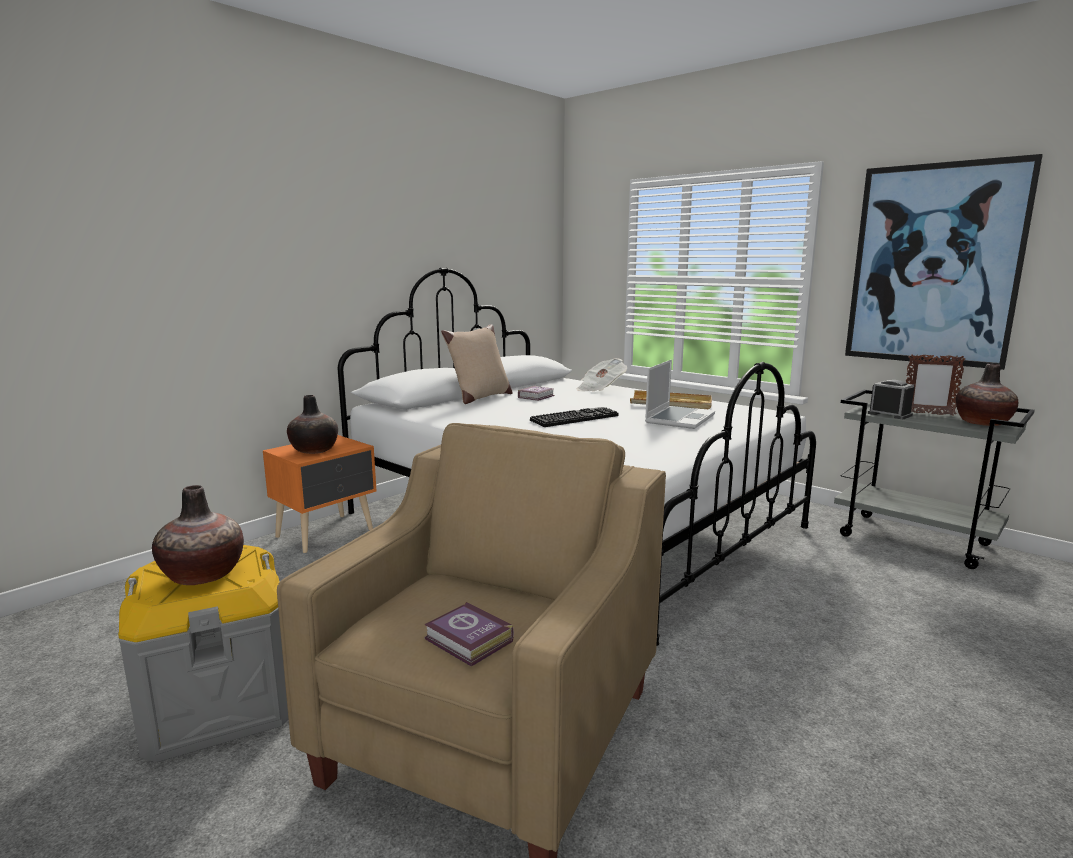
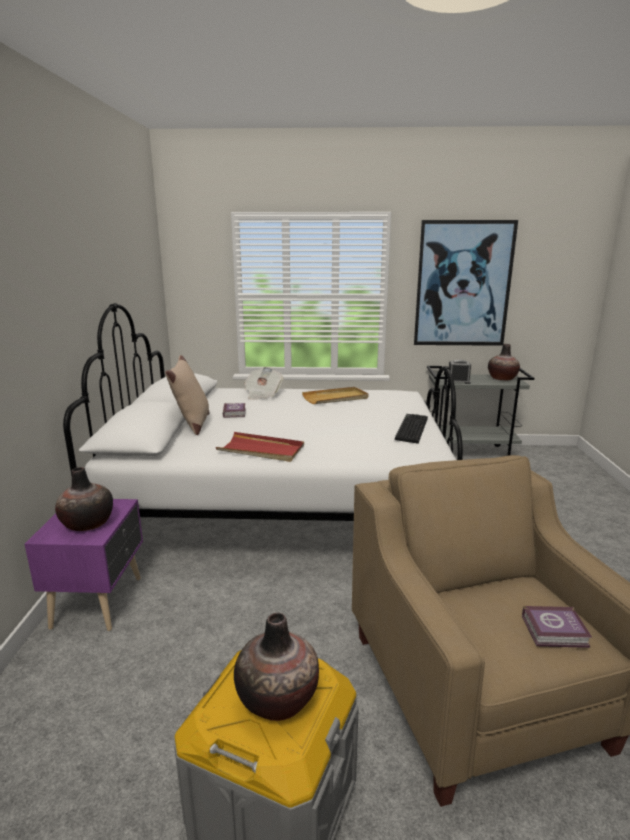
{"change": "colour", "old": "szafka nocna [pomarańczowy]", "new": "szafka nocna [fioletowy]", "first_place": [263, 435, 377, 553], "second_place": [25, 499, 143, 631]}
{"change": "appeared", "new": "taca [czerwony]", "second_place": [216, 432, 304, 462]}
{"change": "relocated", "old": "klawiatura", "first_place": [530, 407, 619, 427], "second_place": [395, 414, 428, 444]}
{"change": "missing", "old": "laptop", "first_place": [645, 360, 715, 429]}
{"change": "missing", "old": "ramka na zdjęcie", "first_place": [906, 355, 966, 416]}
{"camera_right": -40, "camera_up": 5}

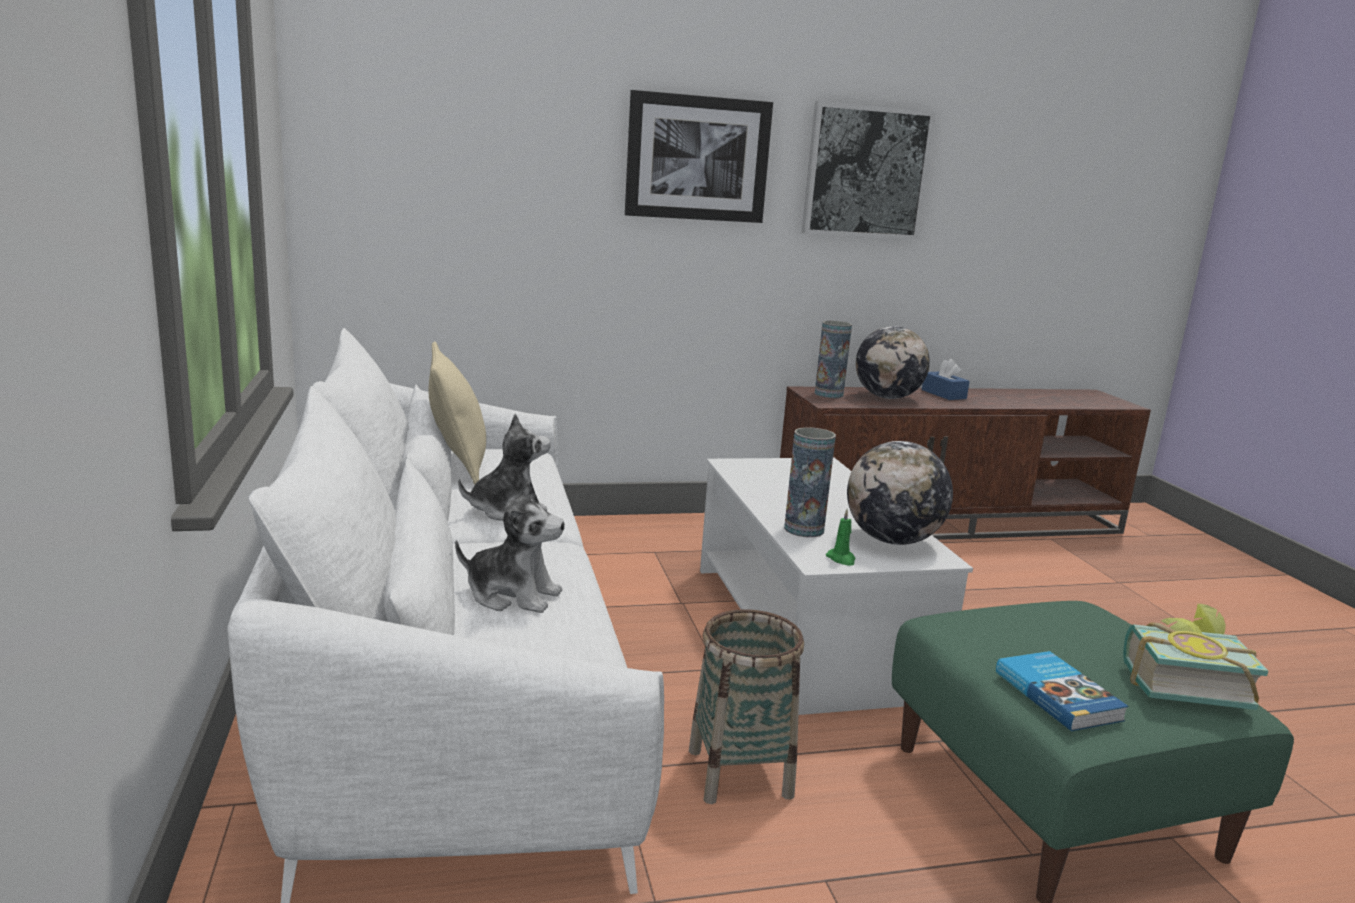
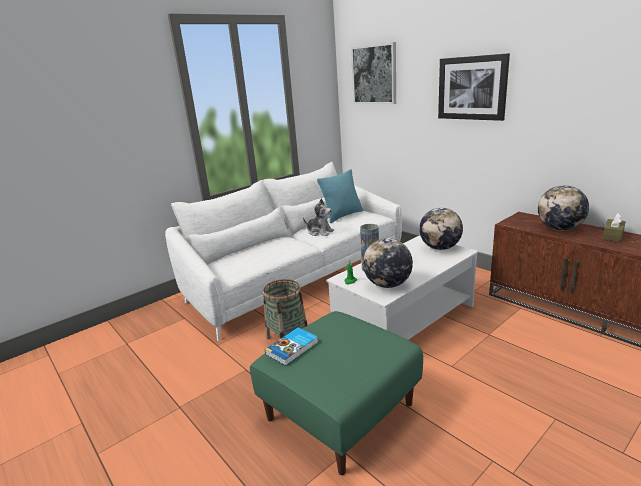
{"change": "colour", "old": "poduszka [beżowy]", "new": "poduszka [turkusowy]", "first_place": [429, 342, 486, 485], "second_place": [317, 169, 364, 223]}
{"change": "relocated", "old": "obraz", "first_place": [802, 101, 936, 240], "second_place": [351, 42, 396, 104]}
{"change": "appeared", "new": "globus", "second_place": [419, 208, 463, 250]}
{"change": "colour", "old": "pudełko chusteczek [niebieski]", "new": "pudełko chusteczek [brązowy]", "first_place": [922, 359, 970, 400], "second_place": [603, 213, 626, 242]}
{"change": "missing", "old": "pluszak", "first_place": [455, 481, 565, 613]}
{"change": "missing", "old": "wazon", "first_place": [815, 321, 852, 398]}
{"change": "missing", "old": "książka", "first_place": [1123, 604, 1268, 710]}
{"camera_right": 65, "camera_up": 5}

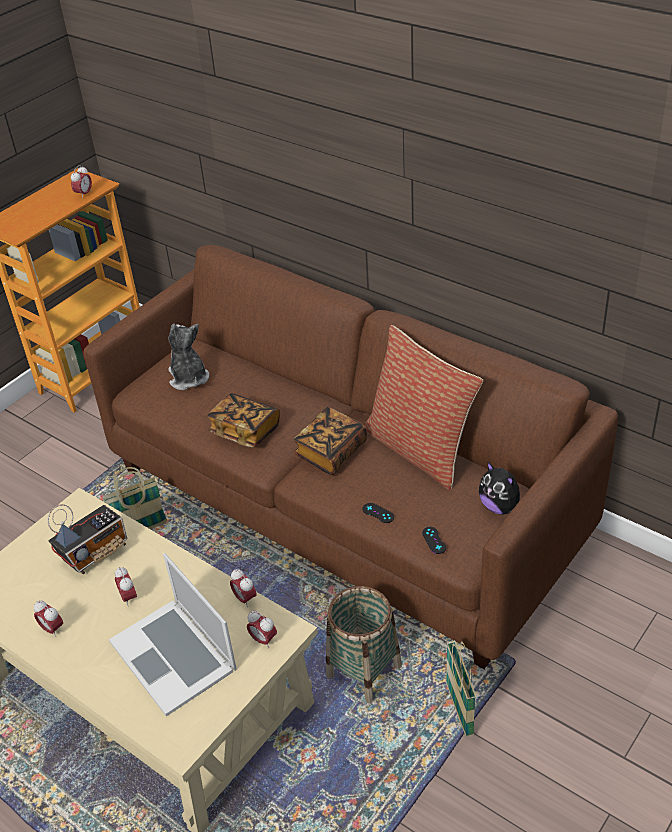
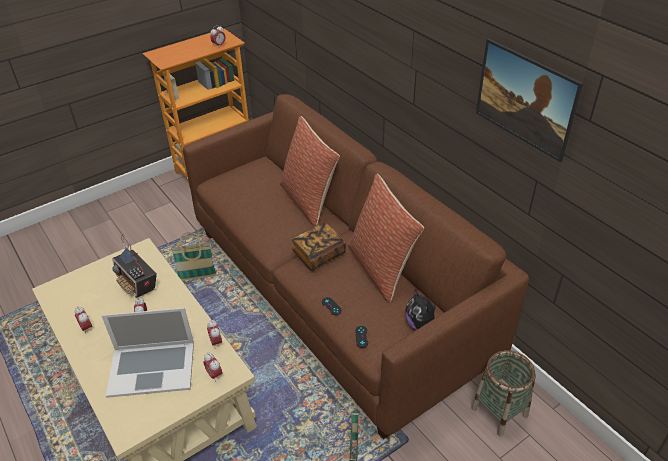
{"change": "spun", "old": "laptop", "first_place": [109, 553, 237, 717], "second_place": [102, 308, 194, 398], "degrees": -75}
{"change": "spun", "old": "radio", "first_place": [48, 504, 127, 574], "second_place": [112, 234, 157, 298], "degrees": 75}
{"change": "appeared", "new": "poduszka", "second_place": [280, 116, 340, 227]}
{"change": "relocated", "old": "koszyk", "first_place": [326, 586, 402, 703], "second_place": [471, 350, 536, 437]}
{"change": "appeared", "new": "obraz", "second_place": [476, 39, 583, 162]}
{"change": "missing", "old": "pluszak", "first_place": [168, 324, 209, 390]}
{"change": "missing", "old": "książka", "first_place": [207, 393, 280, 448]}
{"camera_right": 15, "camera_up": 0}

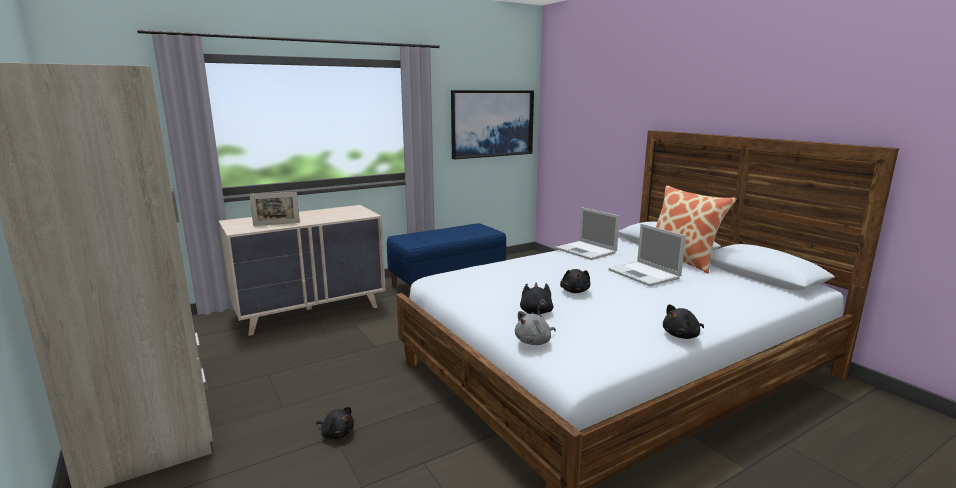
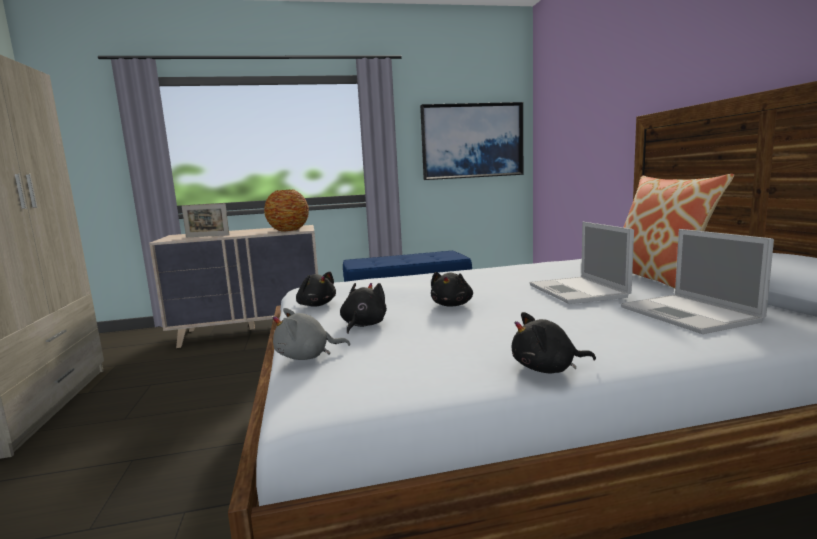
{"change": "appeared", "new": "wazon", "second_place": [264, 189, 309, 232]}
{"change": "relocated", "old": "pluszak [czarny]", "first_place": [316, 407, 354, 439], "second_place": [296, 272, 336, 307]}
{"change": "relocated", "old": "laptop", "first_place": [555, 207, 620, 260], "second_place": [621, 229, 774, 334]}
{"camera_right": 20, "camera_up": -5}

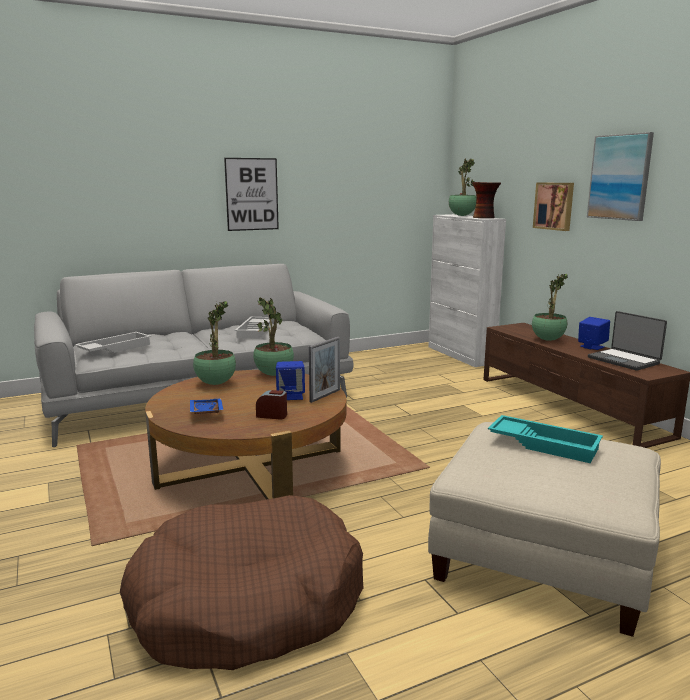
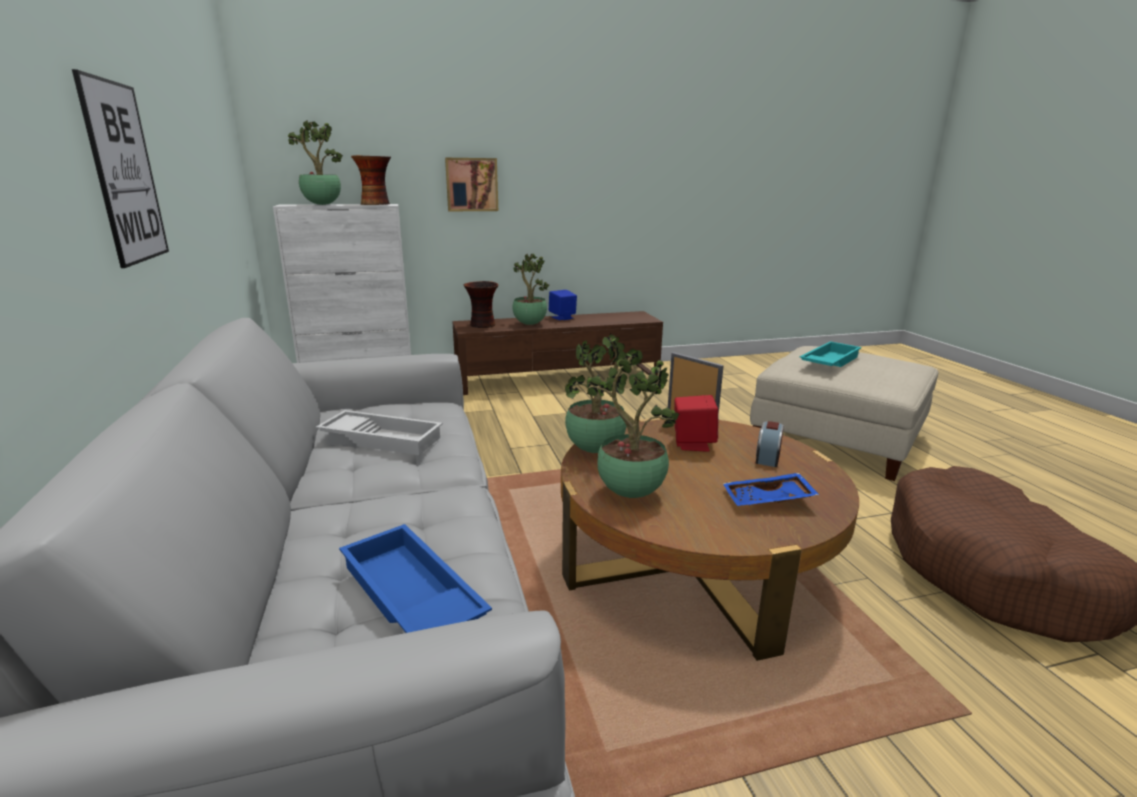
{"change": "colour", "old": "taca [biały]", "new": "taca [niebieski]", "first_place": [75, 332, 151, 353], "second_place": [339, 524, 492, 633]}
{"change": "appeared", "new": "wazon", "second_place": [464, 281, 498, 328]}
{"change": "colour", "old": "głośnik [niebieski]", "new": "głośnik [czerwony]", "first_place": [276, 361, 305, 400], "second_place": [674, 395, 719, 452]}
{"change": "missing", "old": "obraz", "first_place": [587, 132, 654, 221]}
{"change": "missing", "old": "laptop", "first_place": [588, 311, 667, 371]}
{"camera_right": -80, "camera_up": 5}

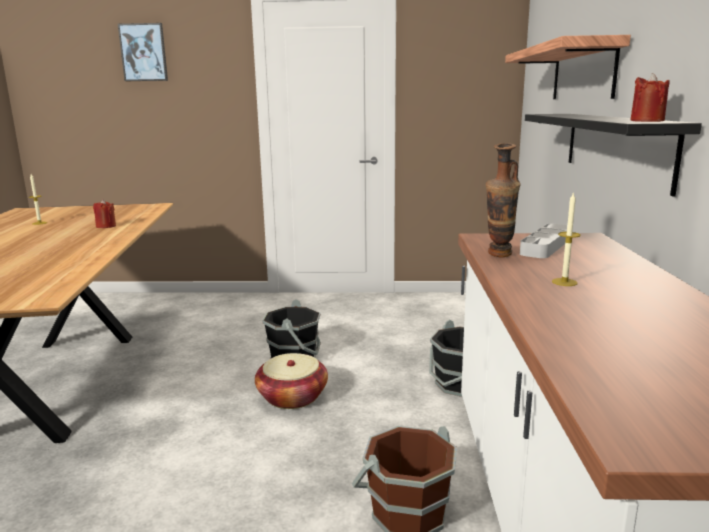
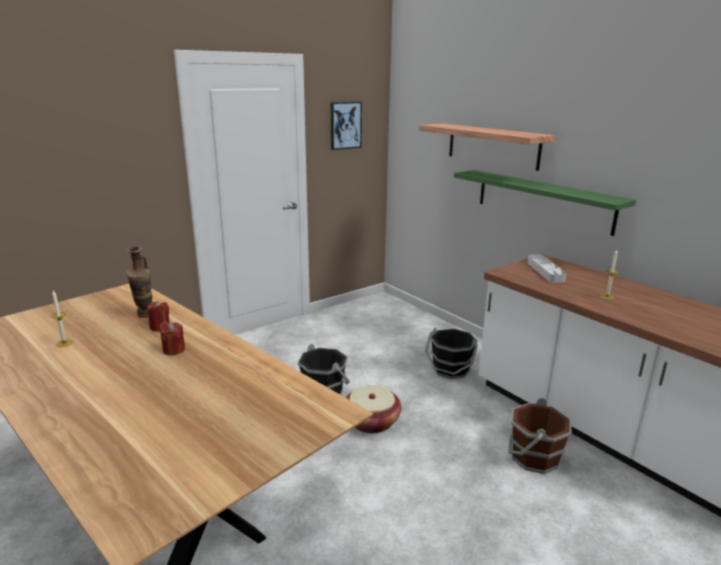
{"change": "relocated", "old": "wazon", "first_place": [486, 143, 521, 257], "second_place": [126, 246, 152, 318]}
{"change": "relocated", "old": "świeca [czerwony]", "first_place": [630, 73, 670, 122], "second_place": [159, 322, 185, 355]}
{"change": "relocated", "old": "obraz", "first_place": [118, 23, 168, 81], "second_place": [331, 102, 362, 150]}
{"change": "colour", "old": "półka [czarny]", "new": "półka [zielony]", "first_place": [525, 114, 702, 196], "second_place": [454, 170, 636, 236]}
{"camera_right": -40, "camera_up": 5}

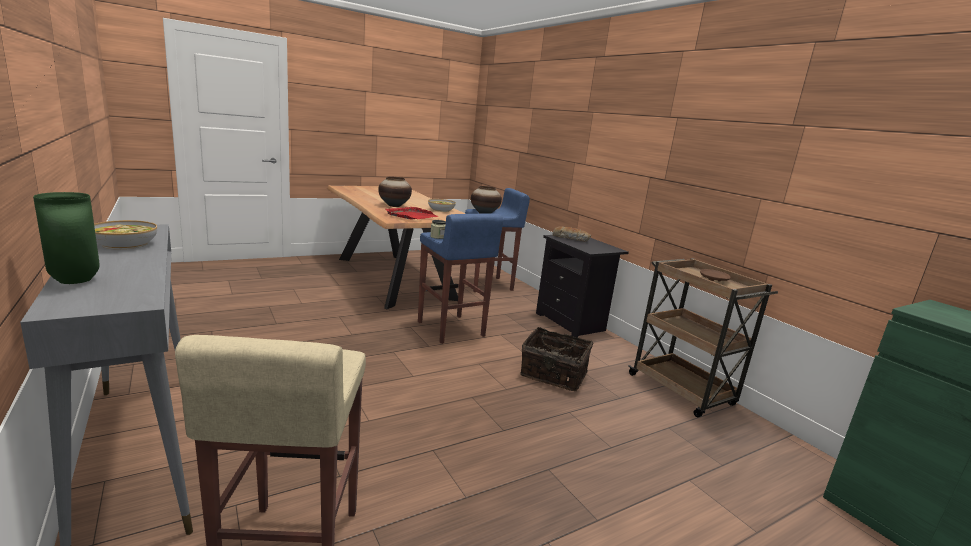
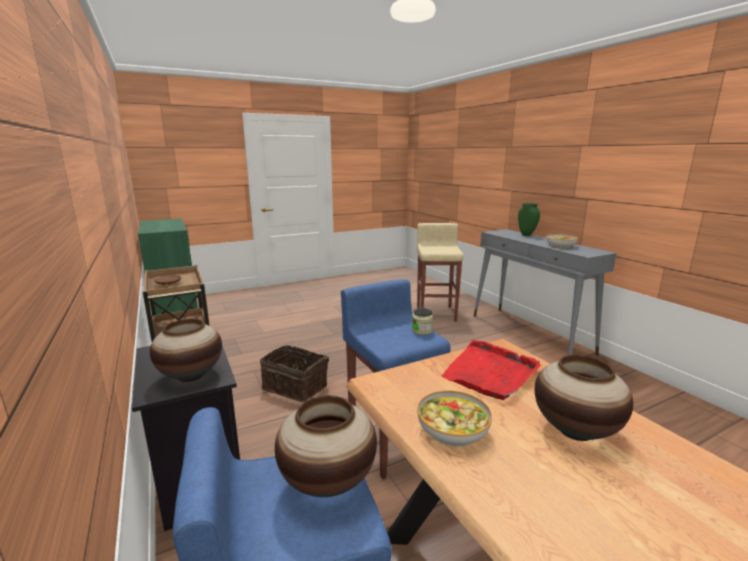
{"change": "exchanged", "old": "chleb", "new": "wazon", "first_place": [553, 226, 591, 241], "second_place": [150, 319, 222, 382]}
{"camera_right": -175, "camera_up": 0}

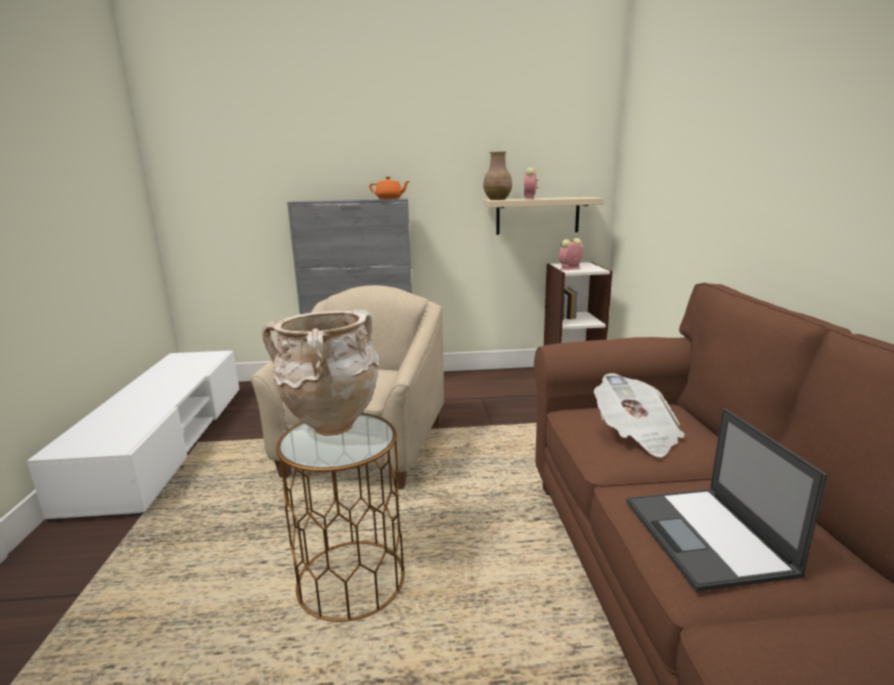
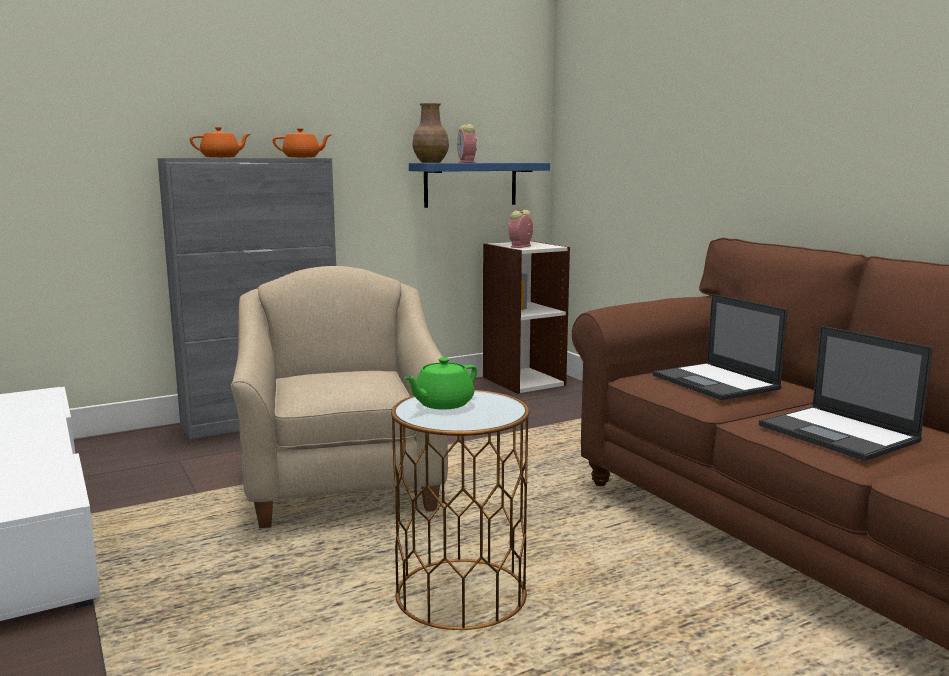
{"change": "appeared", "new": "imbryk [pomarańczowy]", "second_place": [190, 127, 250, 158]}
{"change": "exchanged", "old": "wazon [beżowy]", "new": "imbryk [zielony]", "first_place": [262, 309, 379, 436], "second_place": [404, 357, 477, 410]}
{"change": "colour", "old": "półka [beżowy]", "new": "półka [niebieski]", "first_place": [484, 197, 604, 235], "second_place": [409, 163, 550, 208]}
{"change": "exchanged", "old": "gazeta", "new": "laptop", "first_place": [594, 373, 685, 458], "second_place": [653, 294, 787, 400]}
{"camera_right": -25, "camera_up": -5}

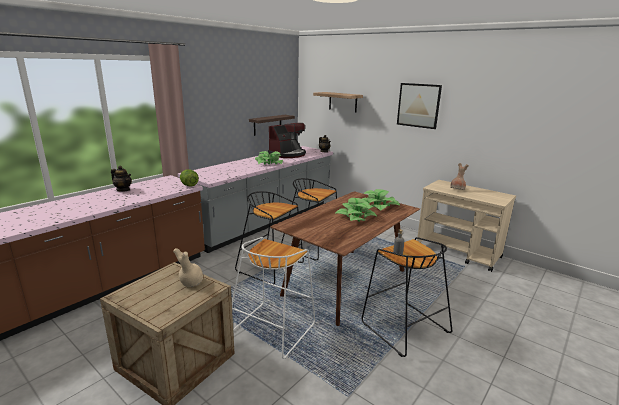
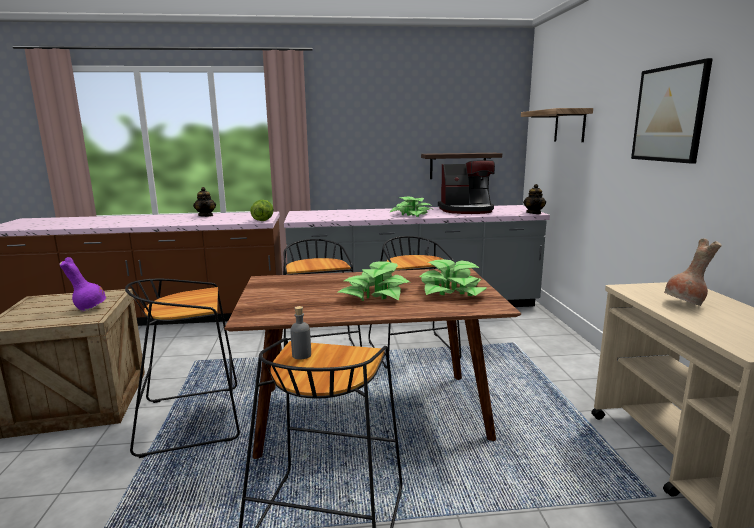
{"change": "colour", "old": "wazon [beżowy]", "new": "wazon [fioletowy]", "first_place": [173, 248, 203, 287], "second_place": [59, 257, 106, 312]}
{"change": "colour", "old": "stołek [biały]", "new": "stołek [czarny]", "first_place": [232, 237, 315, 359], "second_place": [125, 279, 240, 458]}
{"camera_right": 45, "camera_up": -5}

